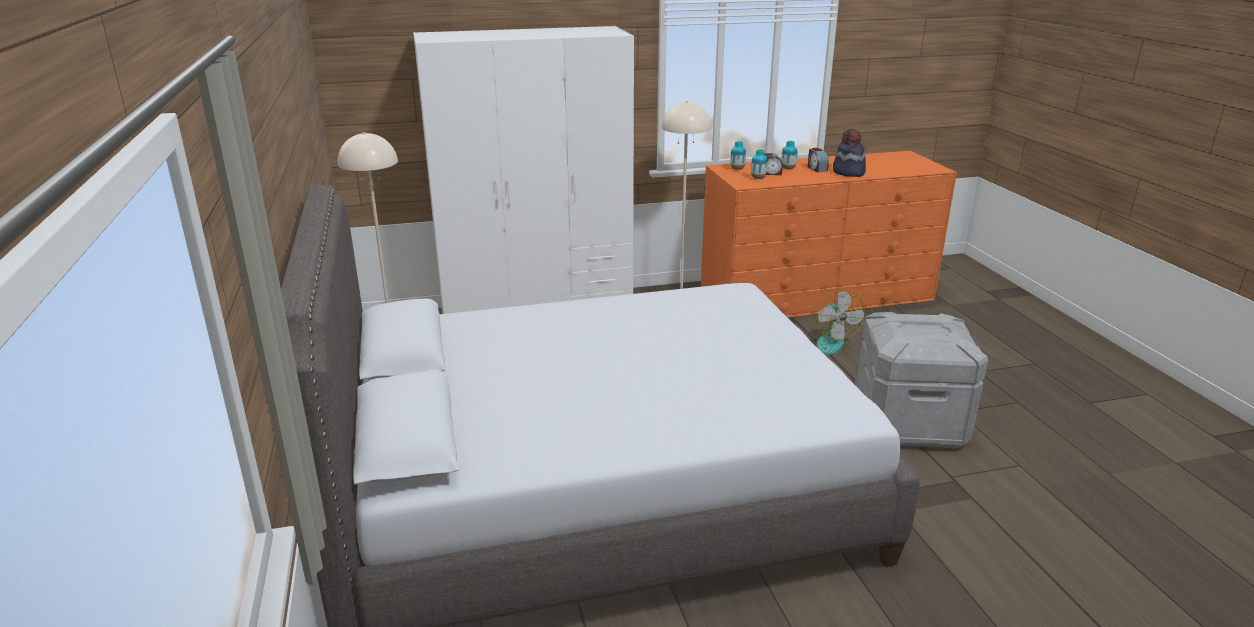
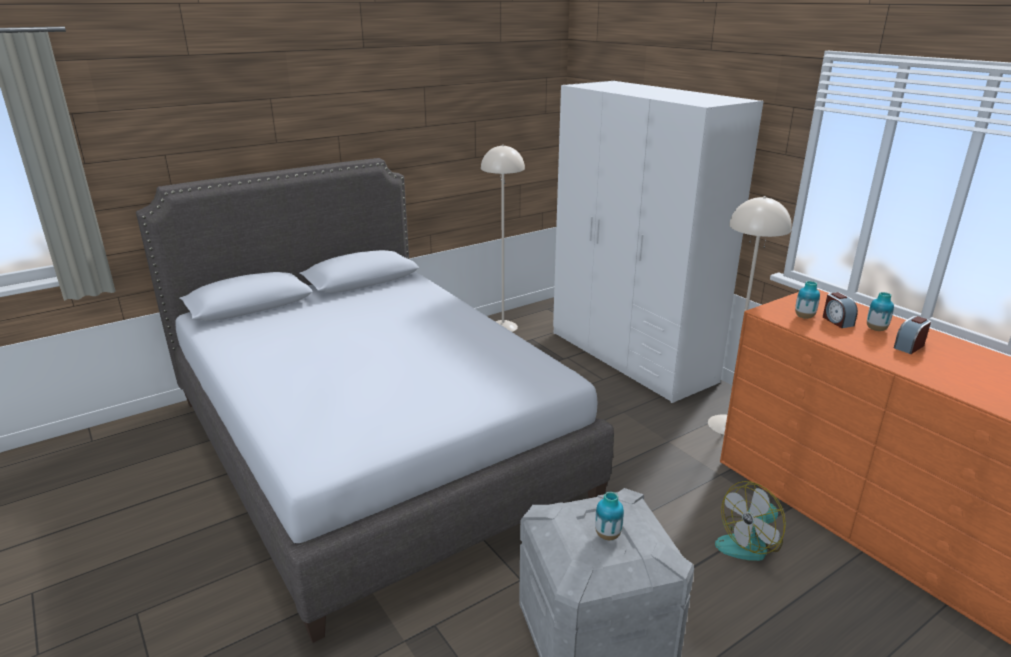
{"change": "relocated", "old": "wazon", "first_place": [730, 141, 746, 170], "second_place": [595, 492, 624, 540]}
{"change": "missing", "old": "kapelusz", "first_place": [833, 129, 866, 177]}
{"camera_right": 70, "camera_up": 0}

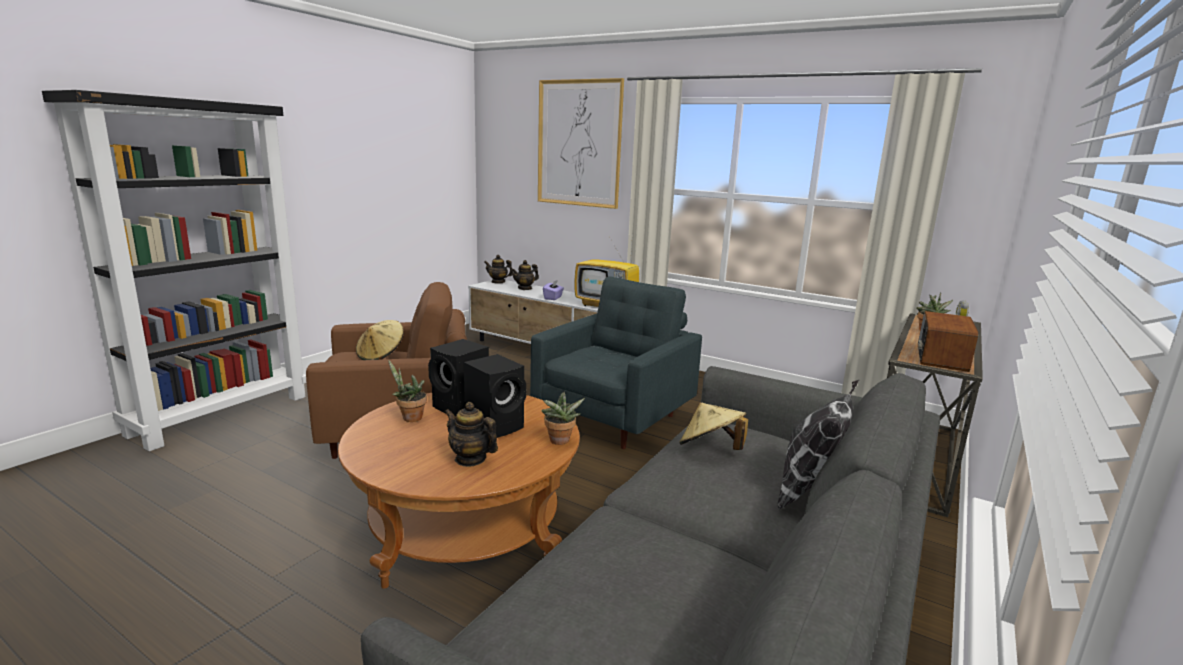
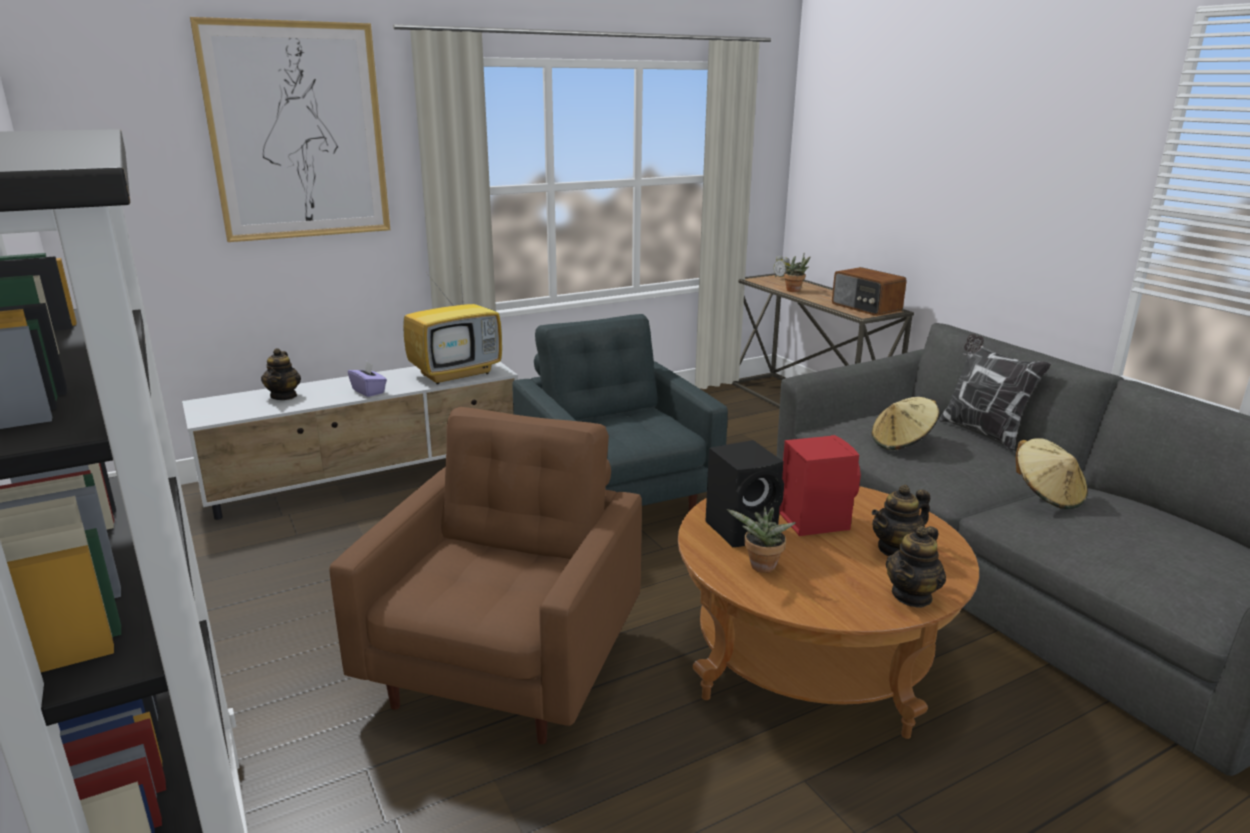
{"change": "colour", "old": "głośnik [czarny]", "new": "głośnik [czerwony]", "first_place": [464, 354, 526, 438], "second_place": [779, 435, 861, 536]}
{"change": "relocated", "old": "imbryk", "first_place": [484, 255, 513, 284], "second_place": [886, 526, 946, 608]}
{"change": "relocated", "old": "kapelusz [beżowy]", "first_place": [356, 320, 404, 360], "second_place": [1015, 438, 1088, 509]}
{"change": "missing", "old": "roślina doniczkowa", "first_place": [541, 392, 585, 445]}
{"camera_right": -60, "camera_up": 5}

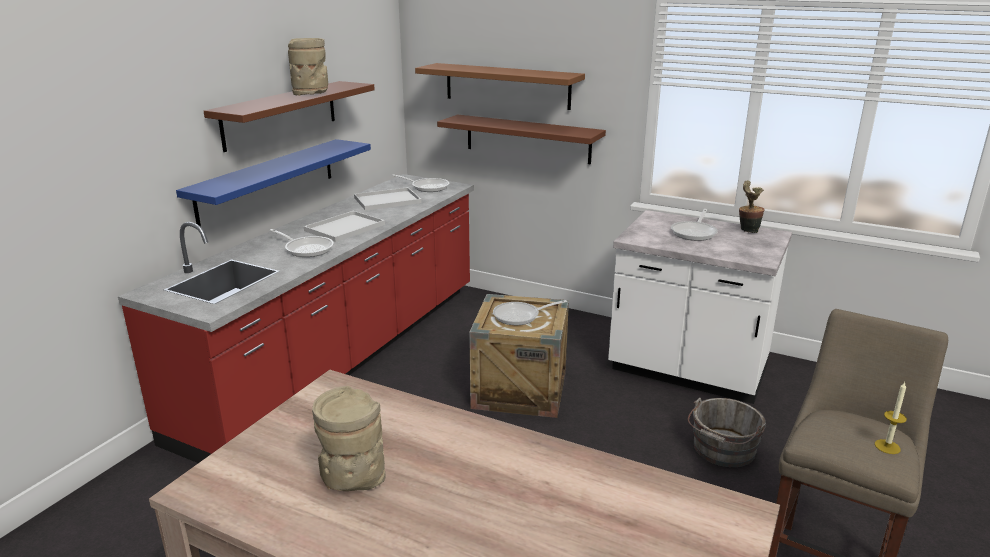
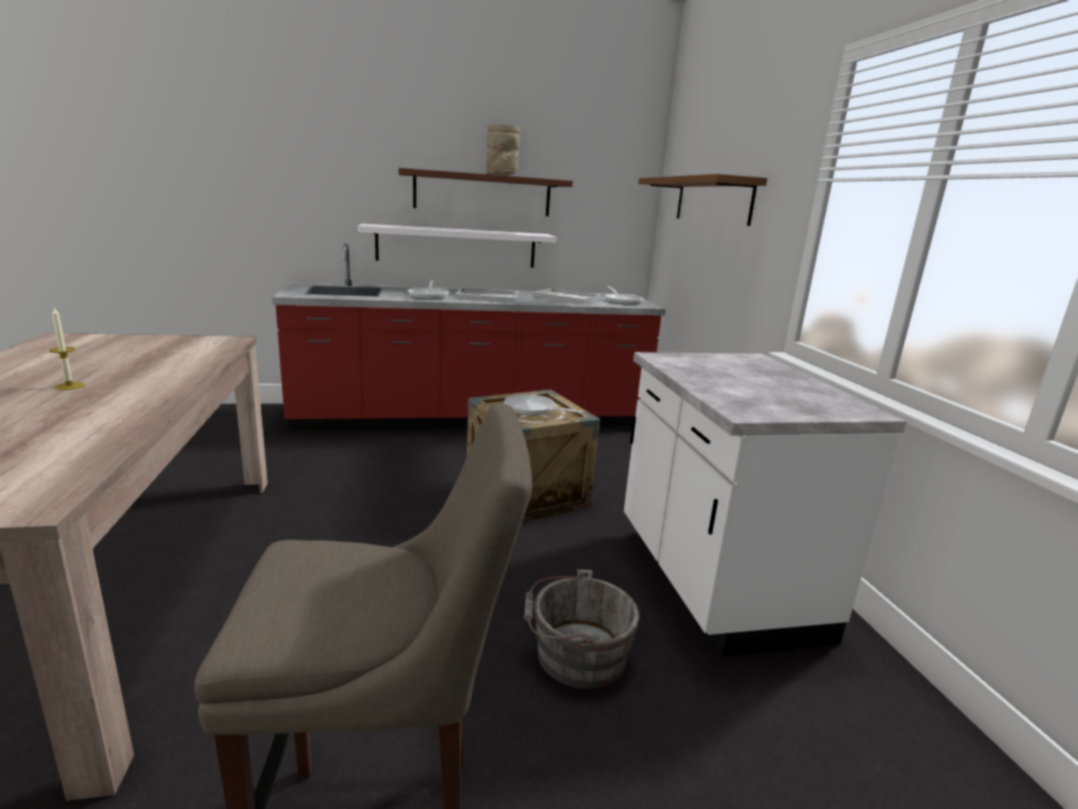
{"change": "relocated", "old": "świeca", "first_place": [875, 382, 907, 454], "second_place": [49, 308, 85, 390]}
{"change": "colour", "old": "półka [niebieski]", "new": "półka [biały]", "first_place": [176, 139, 371, 227], "second_place": [358, 224, 556, 268]}
{"change": "missing", "old": "wazon [beżowy]", "first_place": [312, 386, 385, 491]}
{"change": "missing", "old": "półka [brązowy]", "first_place": [437, 115, 606, 164]}
{"change": "missing", "old": "patelnia", "first_place": [671, 209, 718, 241]}
{"change": "missing", "old": "roślina doniczkowa", "first_place": [739, 180, 765, 233]}
{"camera_right": 50, "camera_up": -5}

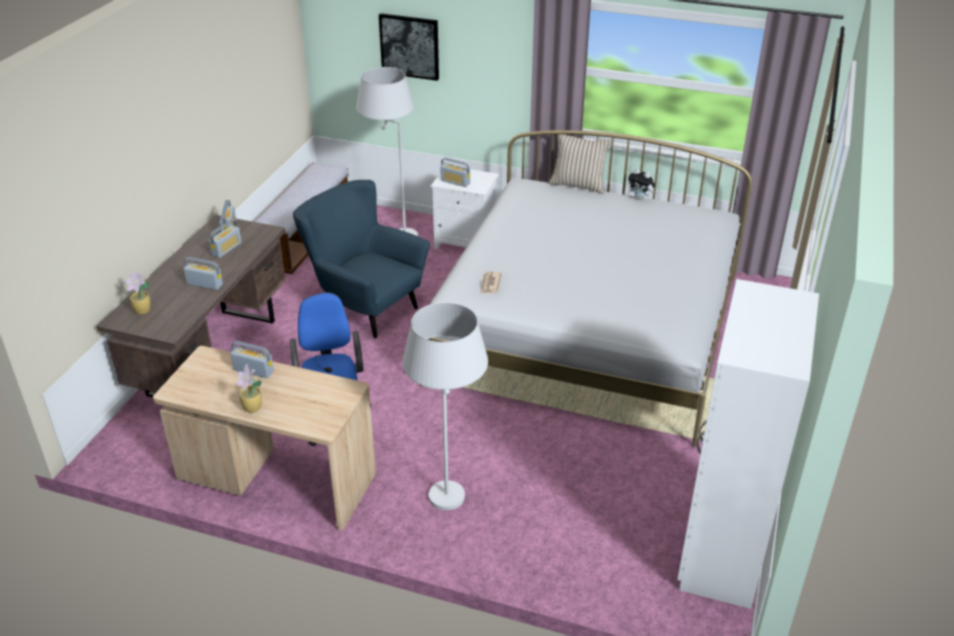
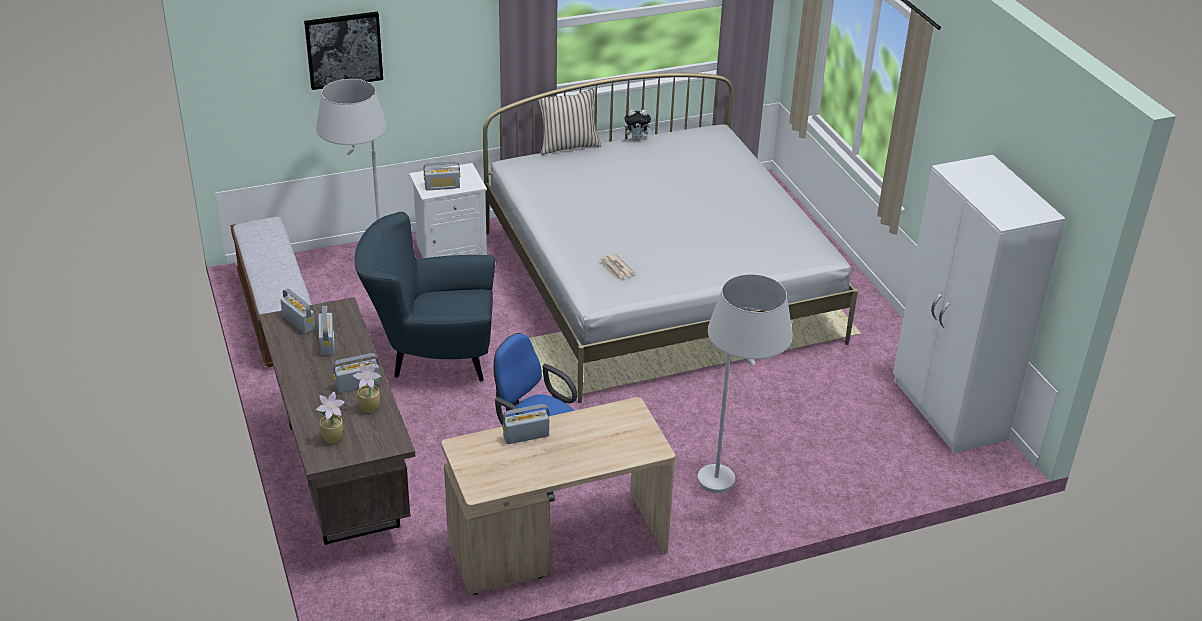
{"change": "relocated", "old": "roślina doniczkowa", "first_place": [236, 364, 262, 413], "second_place": [353, 363, 382, 413]}
{"camera_right": -40, "camera_up": 0}

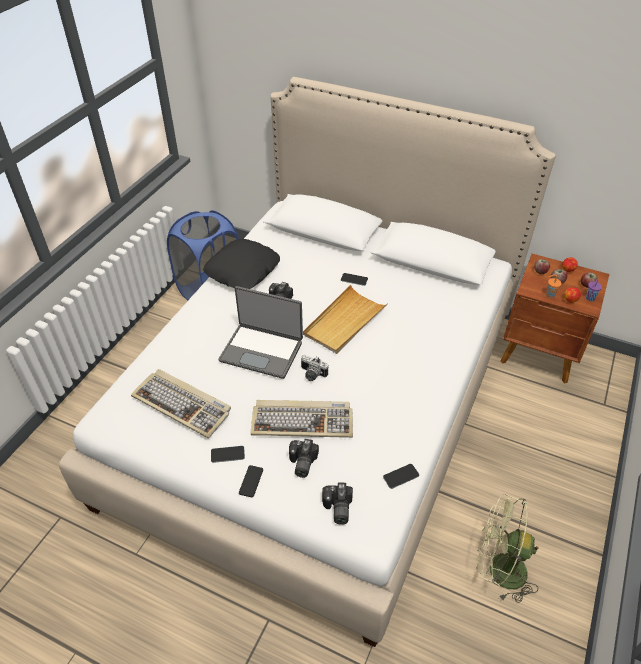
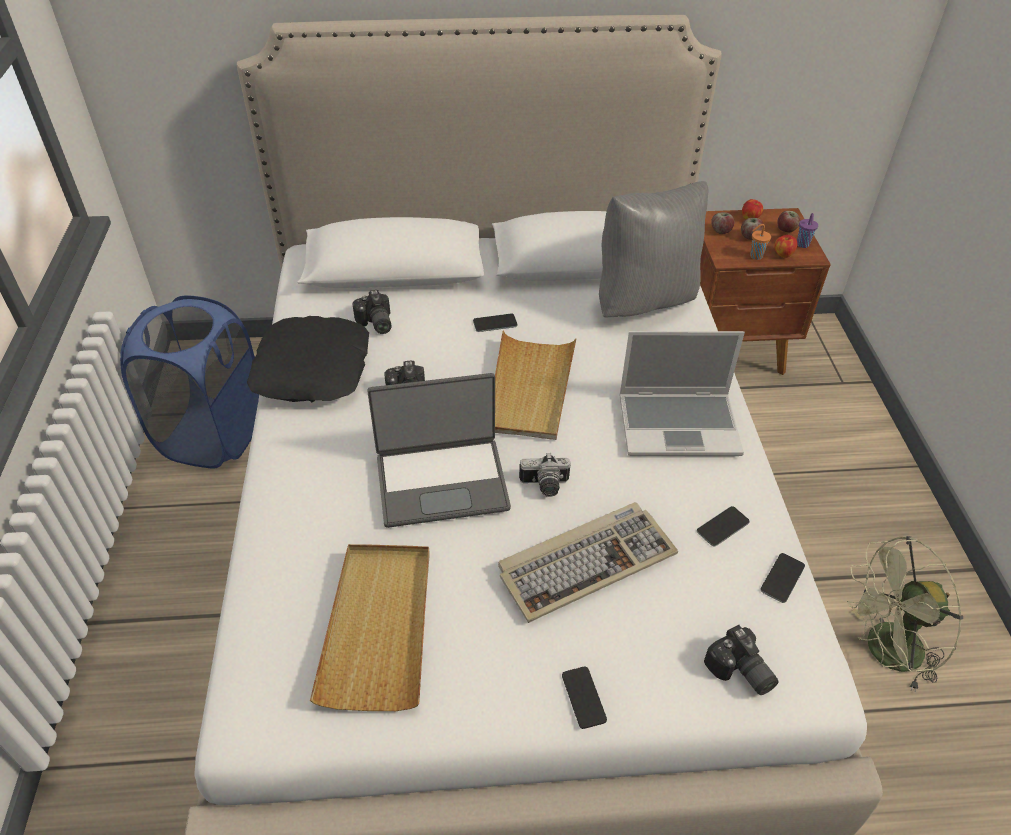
{"change": "exchanged", "old": "klawiatura", "new": "taca [beżowy]", "first_place": [131, 369, 231, 438], "second_place": [310, 544, 430, 711]}
{"change": "relocated", "old": "aparat fotograficzny", "first_place": [289, 439, 319, 478], "second_place": [352, 290, 392, 334]}
{"change": "appeared", "new": "poduszka [szary]", "second_place": [599, 181, 708, 317]}
{"change": "appeared", "new": "laptop", "second_place": [619, 331, 745, 456]}
{"change": "relocated", "old": "telefon", "first_place": [211, 446, 245, 463], "second_place": [697, 506, 750, 546]}
{"camera_right": -30, "camera_up": 0}

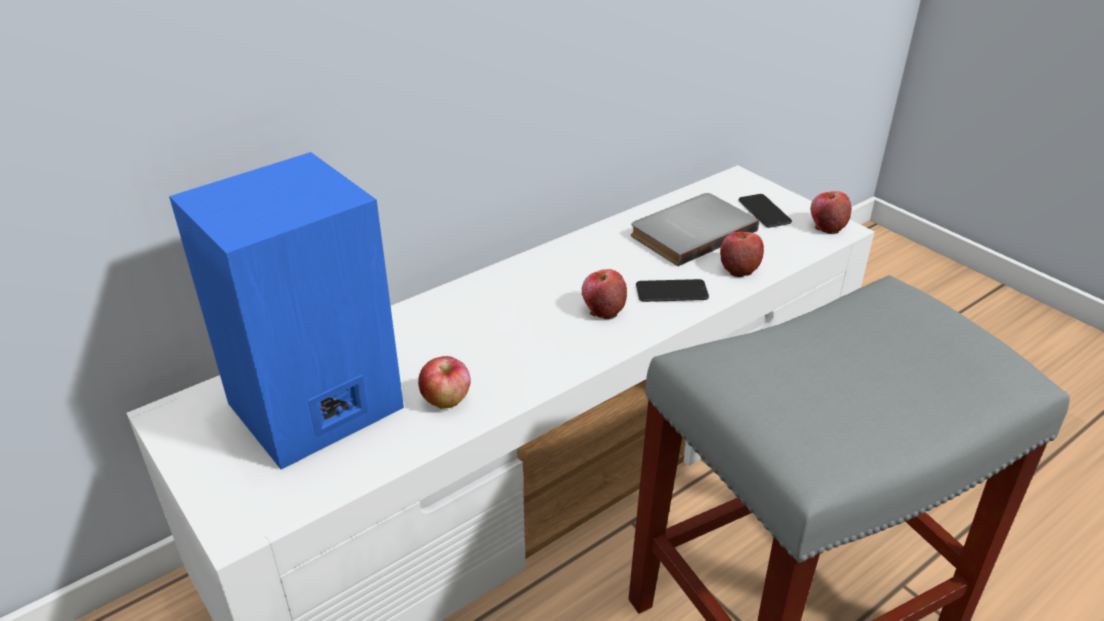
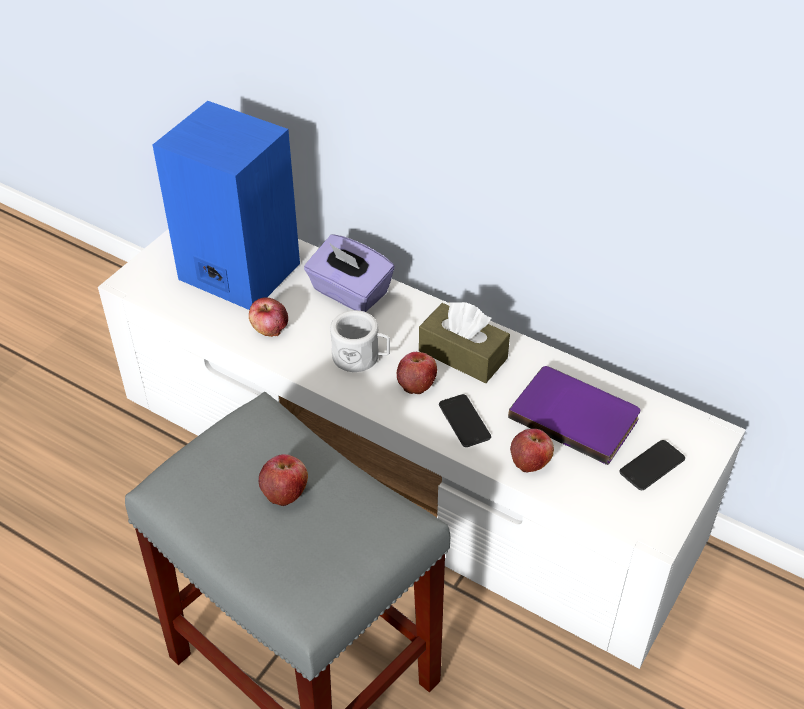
{"change": "relocated", "old": "jabłko", "first_place": [810, 191, 852, 234], "second_place": [259, 454, 308, 506]}
{"change": "appeared", "new": "pudełko chusteczek [fioletowy]", "second_place": [304, 235, 395, 312]}
{"change": "appeared", "new": "kubek [biały]", "second_place": [330, 310, 390, 372]}
{"change": "appeared", "new": "pudełko chusteczek [brązowy]", "second_place": [419, 302, 510, 383]}
{"change": "colour", "old": "książka [szary]", "new": "książka [fioletowy]", "first_place": [631, 193, 759, 266], "second_place": [508, 366, 640, 465]}
{"camera_right": 70, "camera_up": 10}

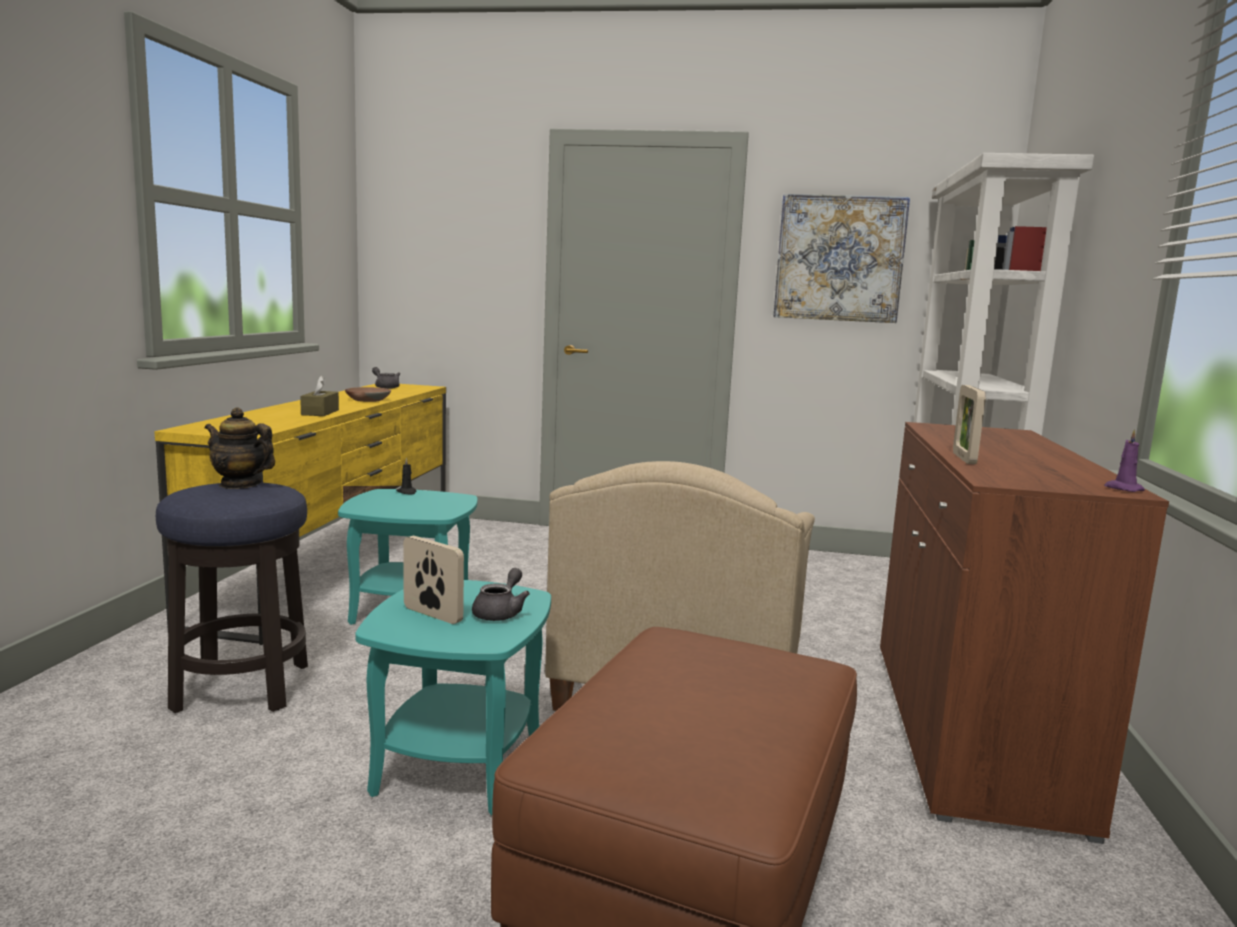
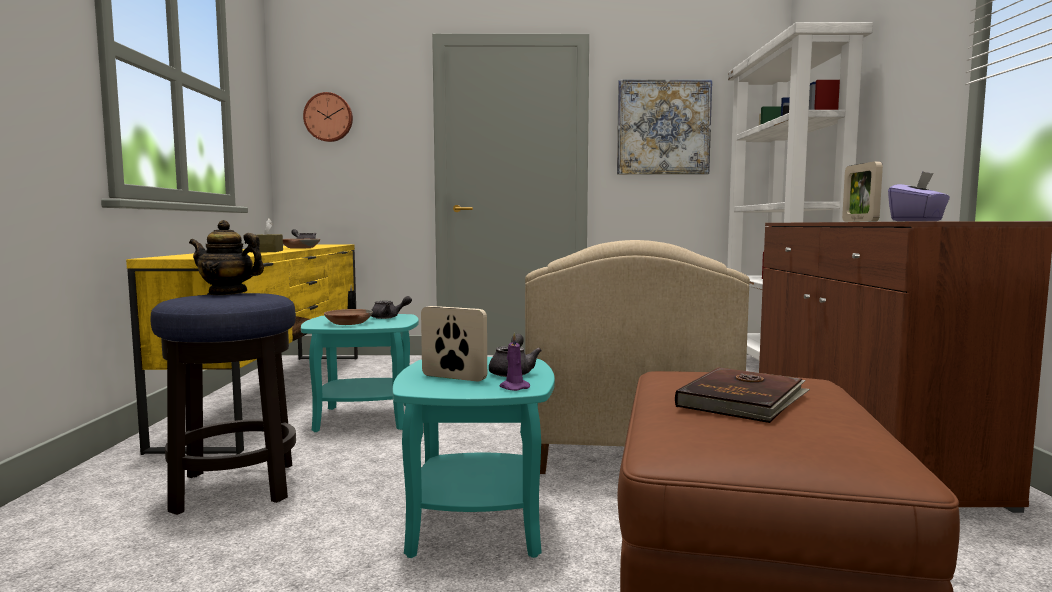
{"change": "appeared", "new": "zegar ścienny", "second_place": [303, 92, 353, 142]}
{"change": "appeared", "new": "miska [brązowy]", "second_place": [324, 309, 373, 325]}
{"change": "appeared", "new": "imbryk [szary]", "second_place": [371, 296, 412, 319]}
{"change": "relocated", "old": "świeca [fioletowy]", "first_place": [1104, 429, 1145, 492], "second_place": [500, 333, 530, 391]}
{"change": "appeared", "new": "książka [brązowy]", "second_place": [675, 367, 810, 423]}
{"change": "appeared", "new": "pudełko chusteczek [fioletowy]", "second_place": [888, 172, 950, 221]}
{"camera_right": -10, "camera_up": -5}

